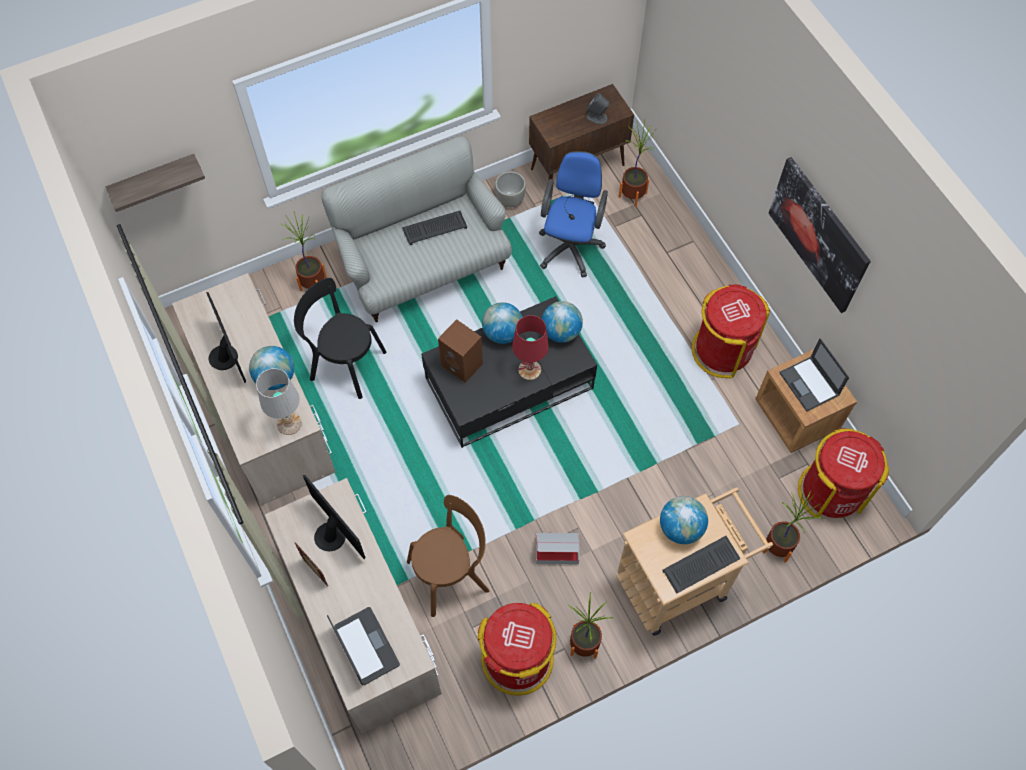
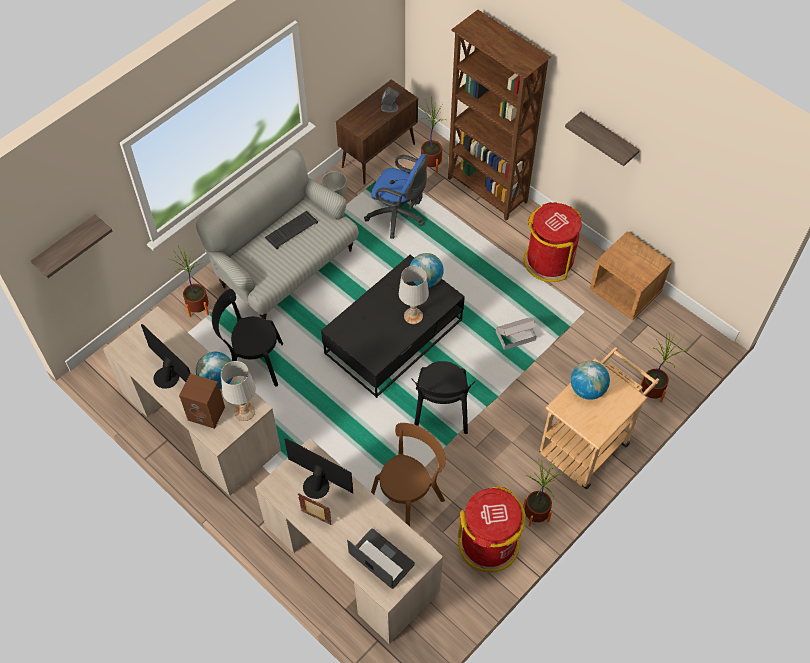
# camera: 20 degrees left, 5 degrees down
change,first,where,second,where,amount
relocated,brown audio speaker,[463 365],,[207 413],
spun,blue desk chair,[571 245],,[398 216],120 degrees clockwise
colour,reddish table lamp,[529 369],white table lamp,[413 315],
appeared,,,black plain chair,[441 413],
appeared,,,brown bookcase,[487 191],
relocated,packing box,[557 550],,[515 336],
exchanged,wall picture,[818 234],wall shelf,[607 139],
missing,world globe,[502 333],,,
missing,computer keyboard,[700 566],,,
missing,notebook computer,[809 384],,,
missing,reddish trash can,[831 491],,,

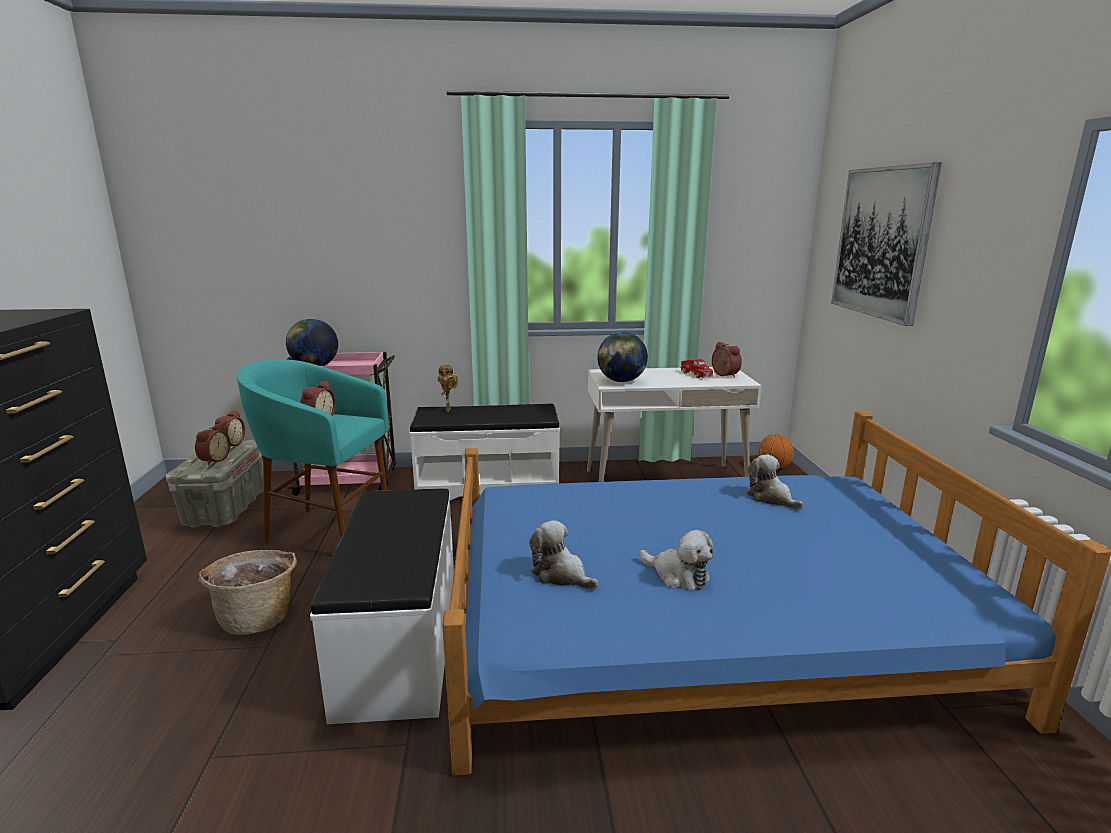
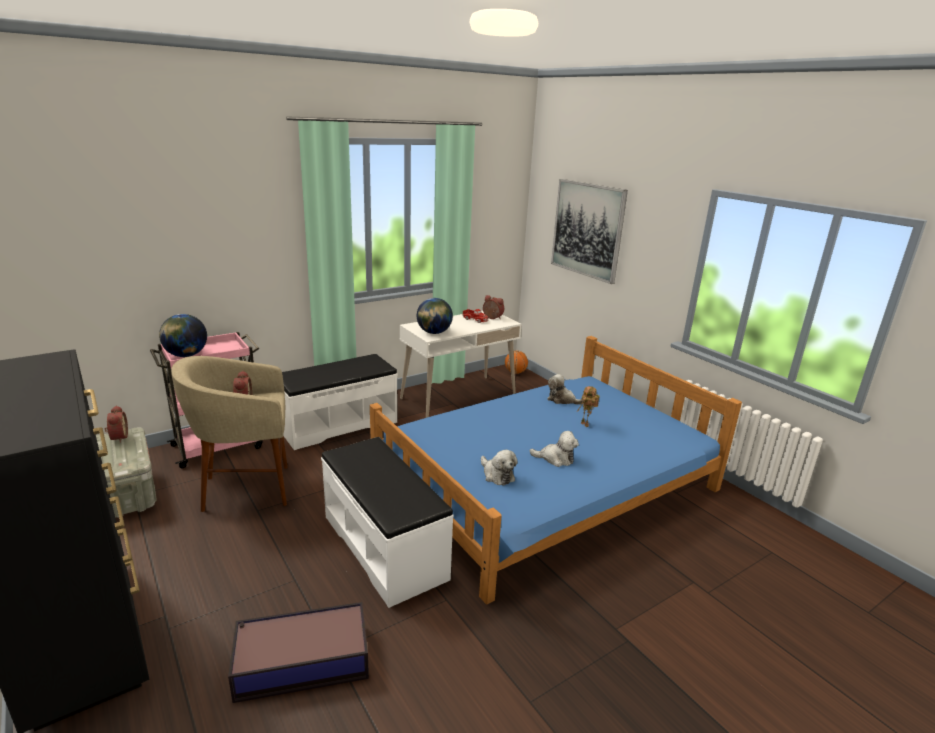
# camera: 30 degrees left, 5 degrees up
change,first,where,second,where,amount
colour,blue-green stool seat,[327 531],sand-coloured stool seat,[246 489],
appeared,,,storage bin,[300 661],
spun,plush toy,[561 575],,[497 475],135 degrees counterclockwise
relocated,toy robot,[449 410],,[586 425],
missing,bedside clock,[213 460],,,
missing,household basket,[258 617],,,

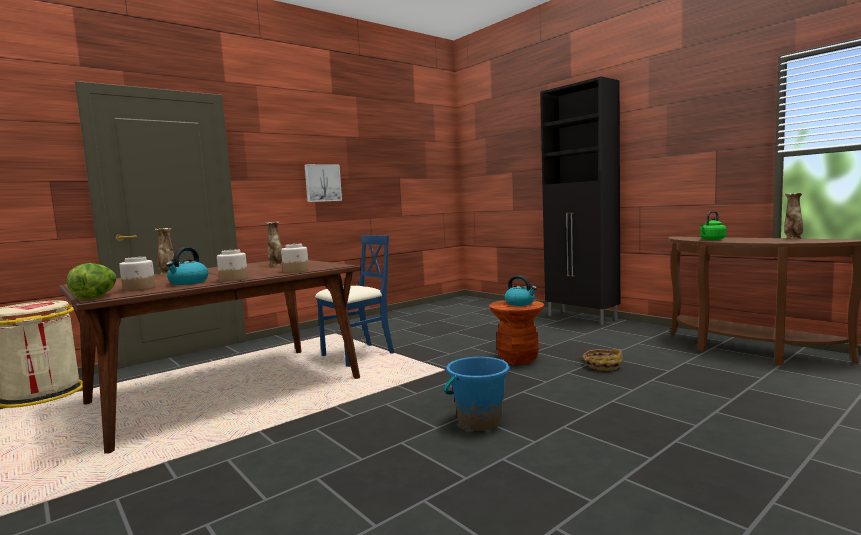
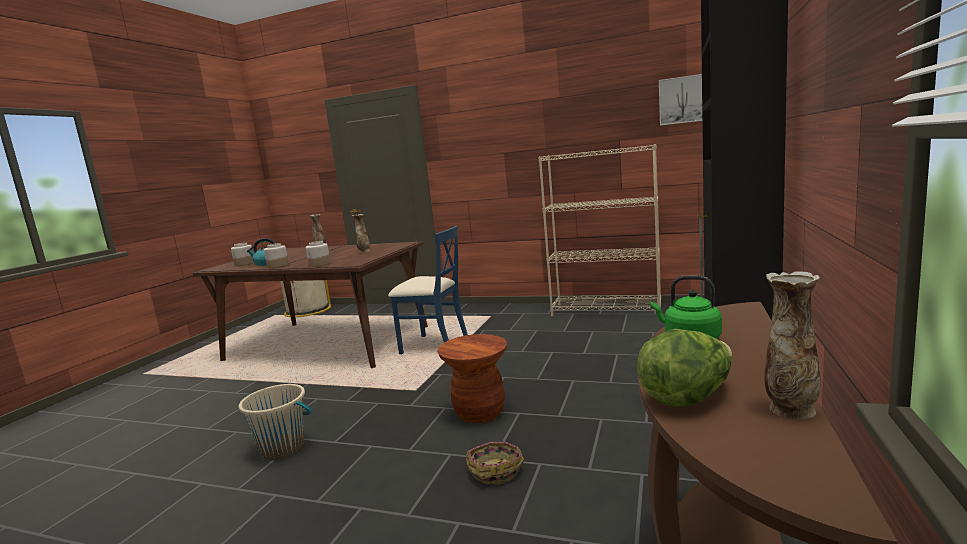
# camera: 60 degrees right, 5 degrees up
change,first,where,second,where,amount
colour,blue water bucket,[479 421],sand-coloured water bucket,[283 448],
appeared,,,sand-coloured bookcase,[606 310],
relocated,lettuce,[96 297],,[687 397],
relocated,wall picture,[322 183],,[682 100],
missing,kettle,[520 303],,,

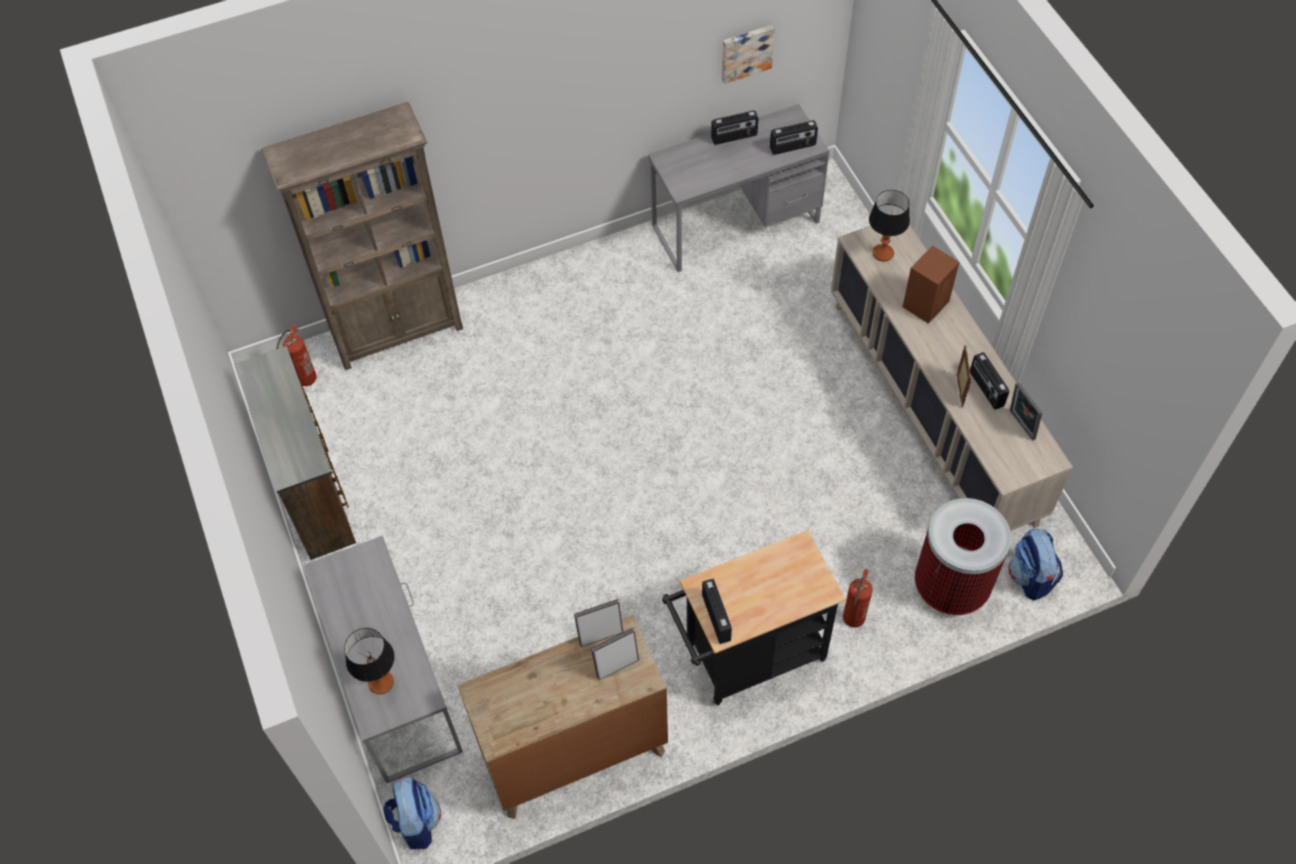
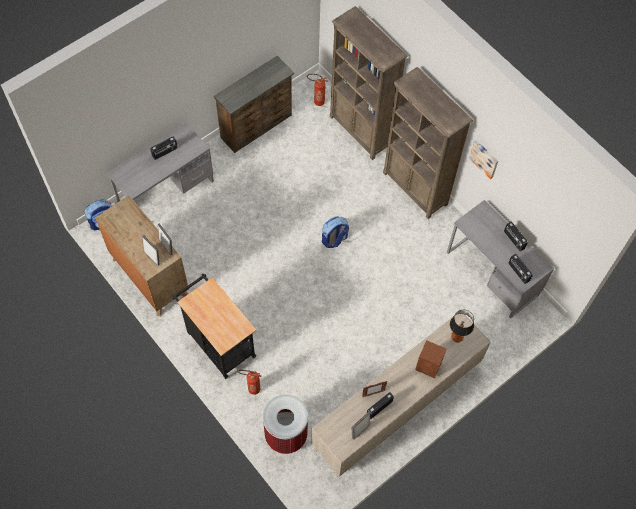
# camera: 70 degrees right, 5 degrees up
change,first,where,second,where,amount
relocated,radio,[717 618],,[165 152],
relocated,backpack,[1030 577],,[334 239],
appeared,,,brown bookcase,[415 189],
relocated,wall picture,[746 52],,[484 158],
missing,table lamp,[381 682],,,

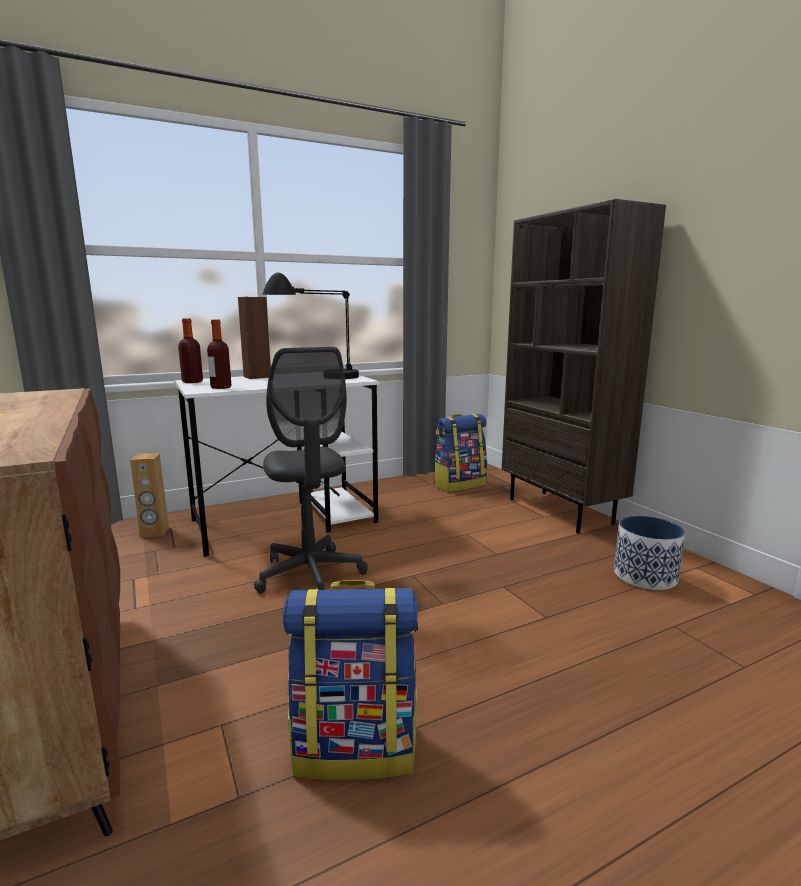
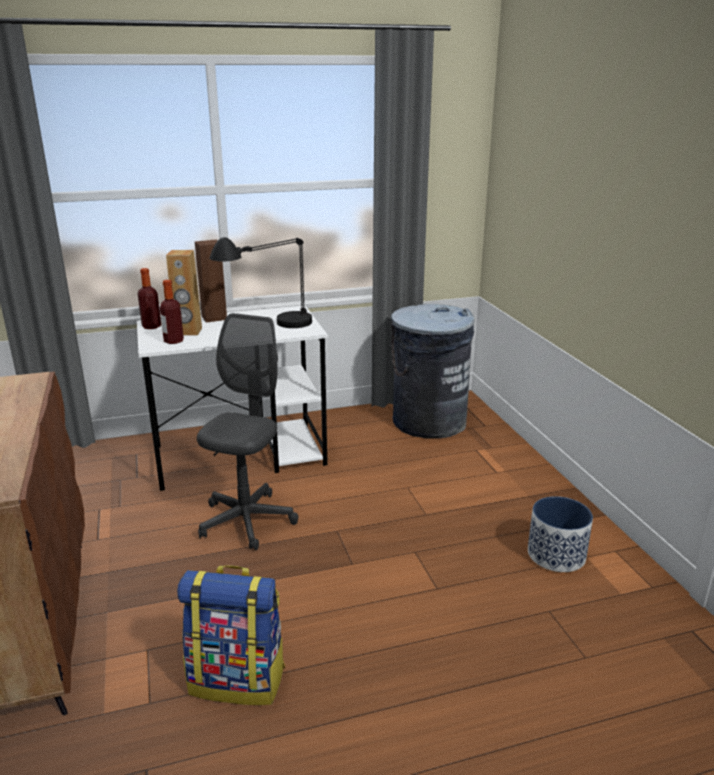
# camera: 10 degrees right, 10 degrees up
change,first,where,second,where,amount
relocated,brown audio speaker,[154 532],,[188 332],
spun,greyish desk chair,[310 575],,[247 521],150 degrees counterclockwise
exchanged,backpack,[459 484],greyish trash can,[428 421],
missing,brown bookcase,[561 511],,,

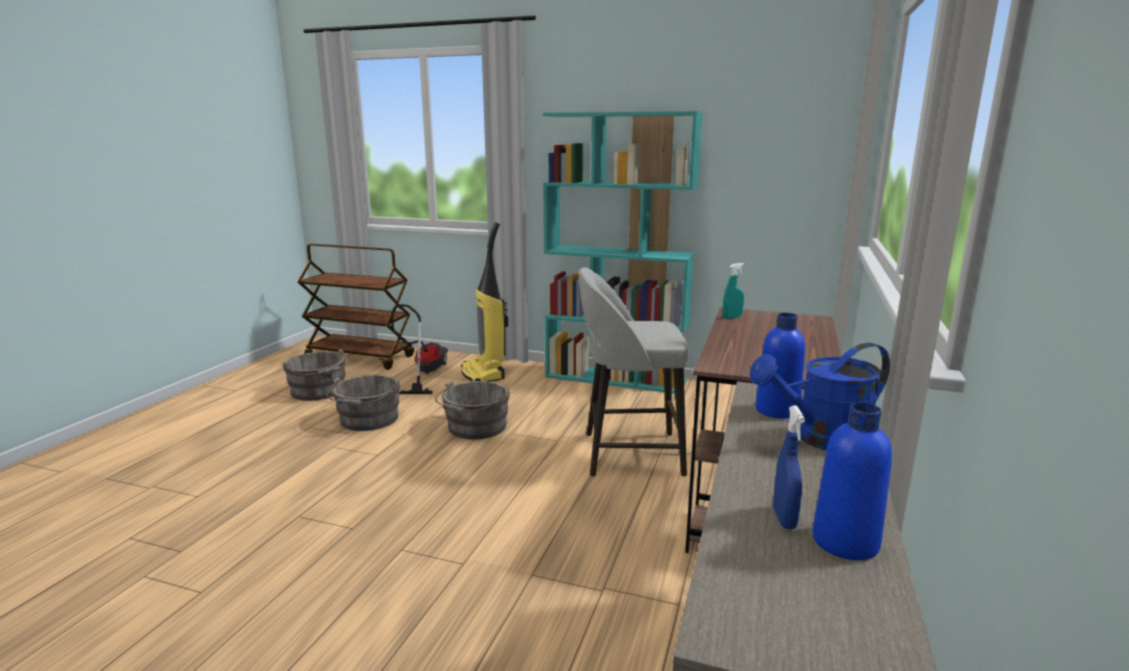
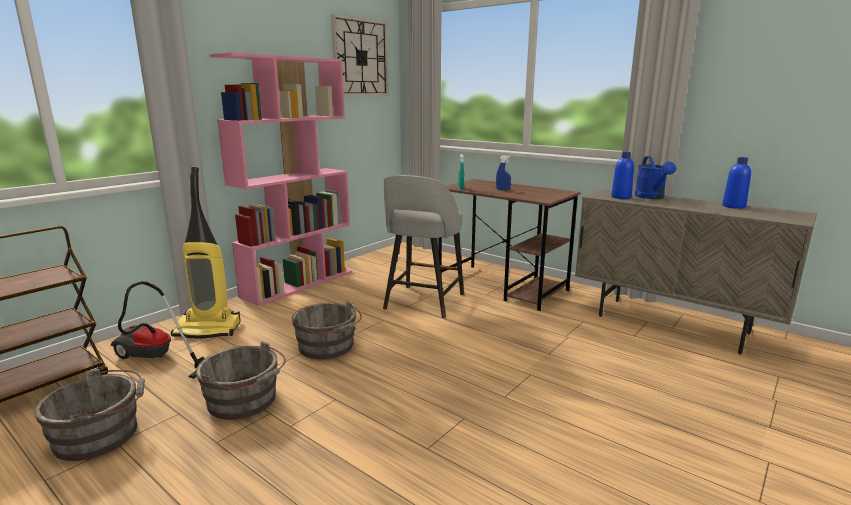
# camera: 70 degrees left, 0 degrees up
change,first,where,second,where,amount
colour,blue-green bookcase,[616 378],pink bookcase,[298 284],
appeared,,,clock on the wall,[360 58],
relocated,blue spray bottle,[784 518],,[502 190],

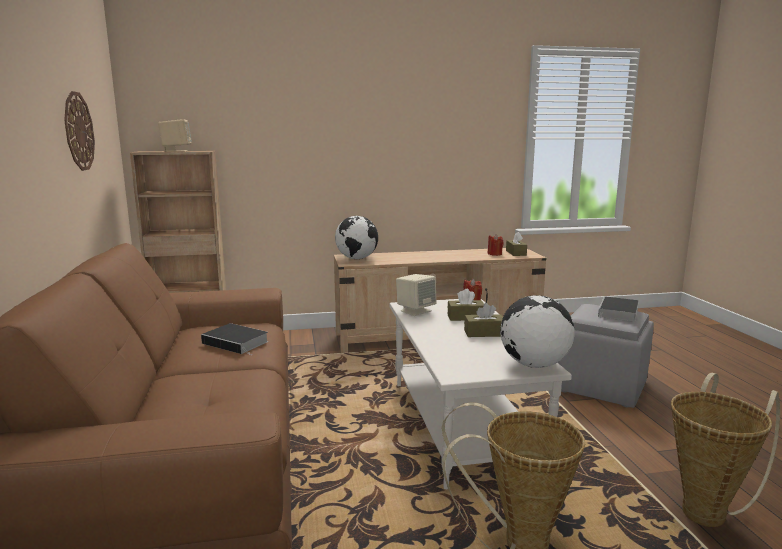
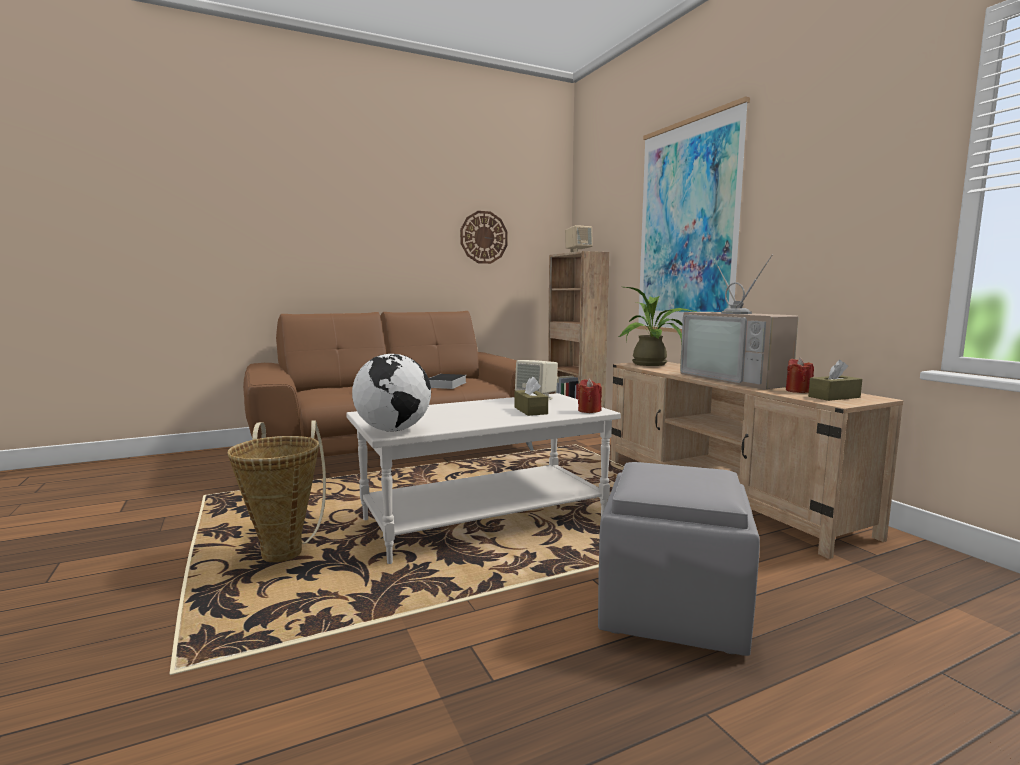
# camera: 75 degrees right, 5 degrees down
change,first,where,second,where,amount
exchanged,world globe,[357 258],potted plant,[654 364],
appeared,,,wall picture,[687 228],
appeared,,,TV,[738 379],
missing,brown tissue box,[484 333],,,
missing,bound book,[618 313],,,
missing,household basket,[707 511],,,

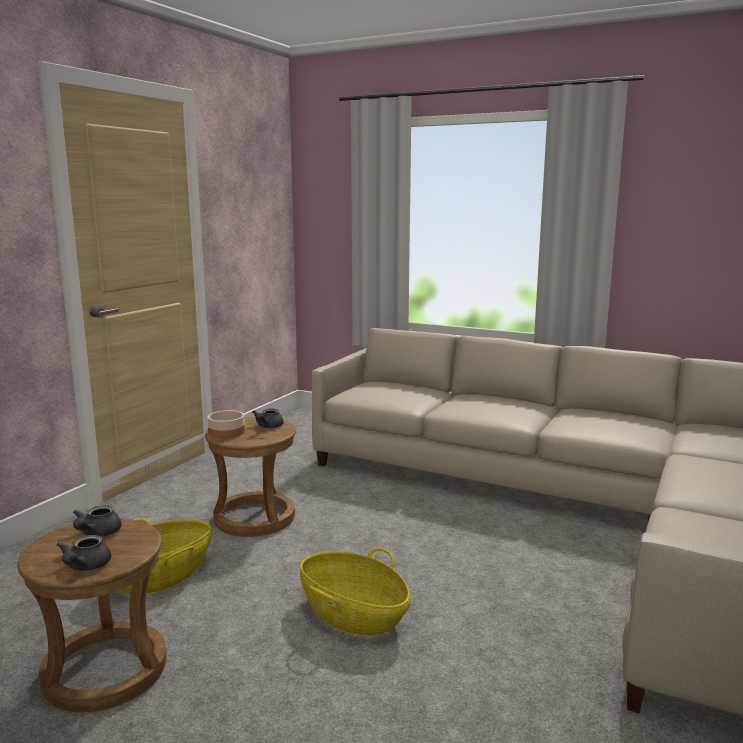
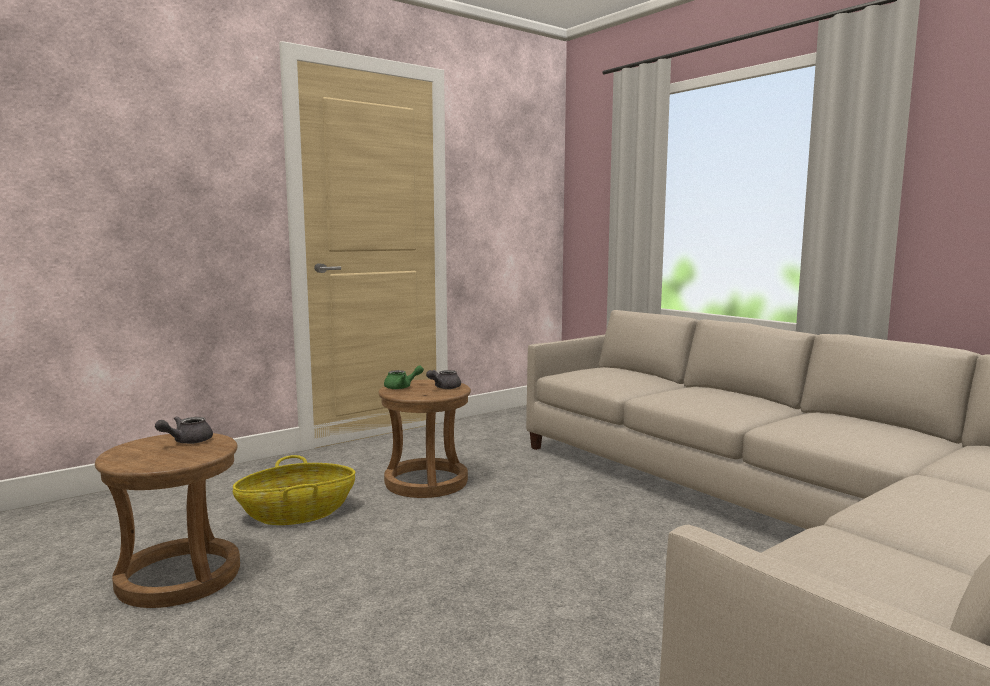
# camera: 25 degrees right, 5 degrees down
change,first,where,second,where,amount
exchanged,bowl,[226 432],green tea pot,[402 387],
missing,greyish tea pot,[85 567],,,
missing,household basket,[353 615],,,

